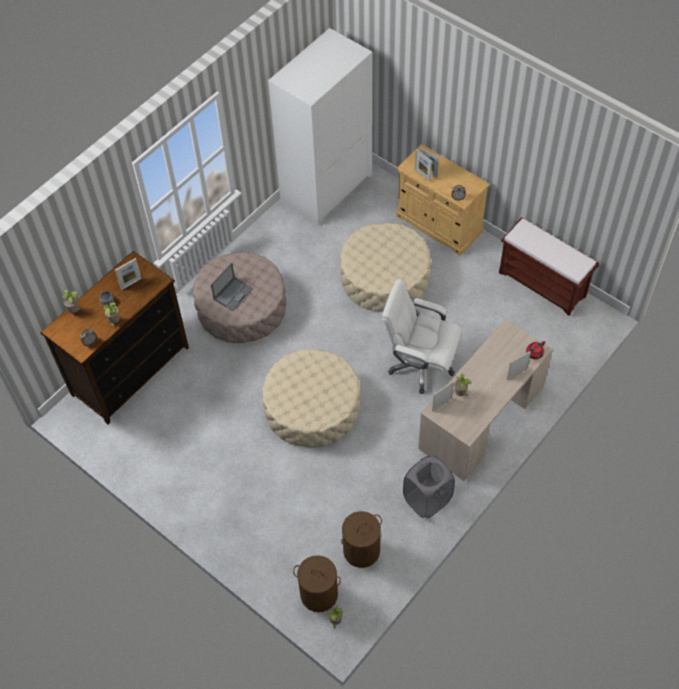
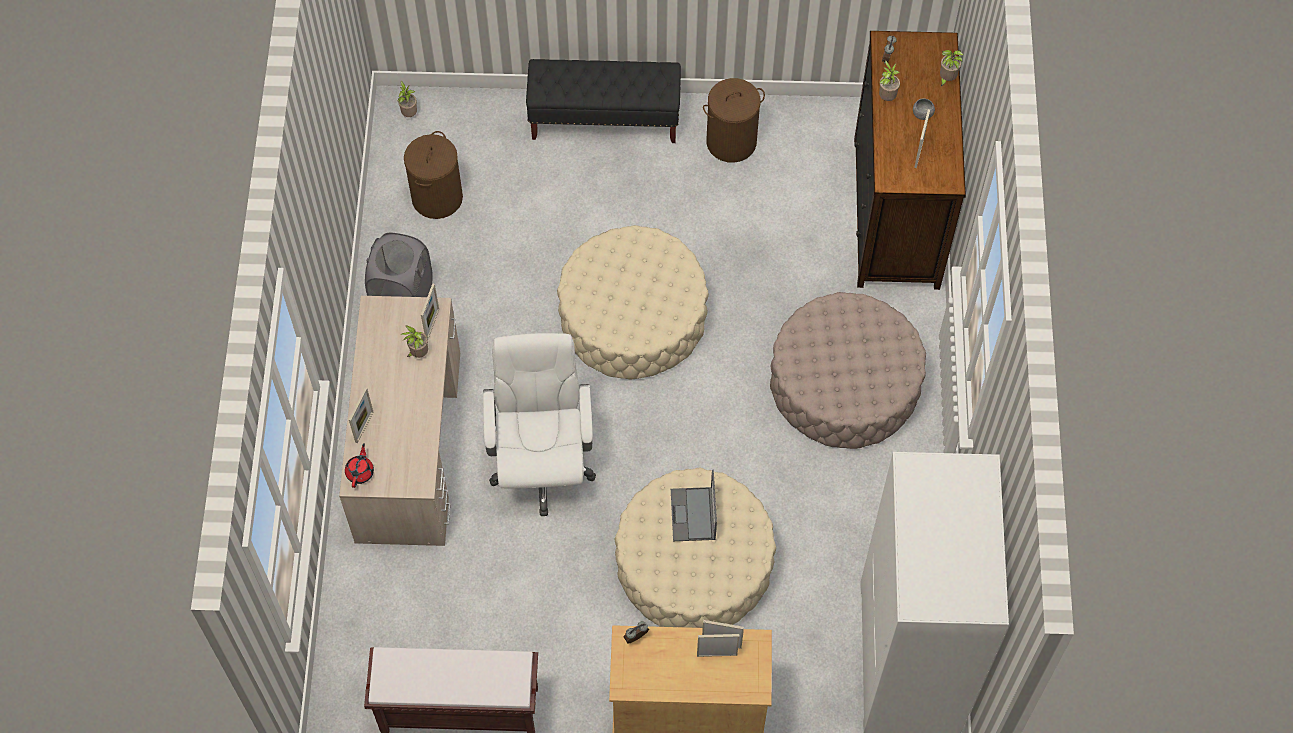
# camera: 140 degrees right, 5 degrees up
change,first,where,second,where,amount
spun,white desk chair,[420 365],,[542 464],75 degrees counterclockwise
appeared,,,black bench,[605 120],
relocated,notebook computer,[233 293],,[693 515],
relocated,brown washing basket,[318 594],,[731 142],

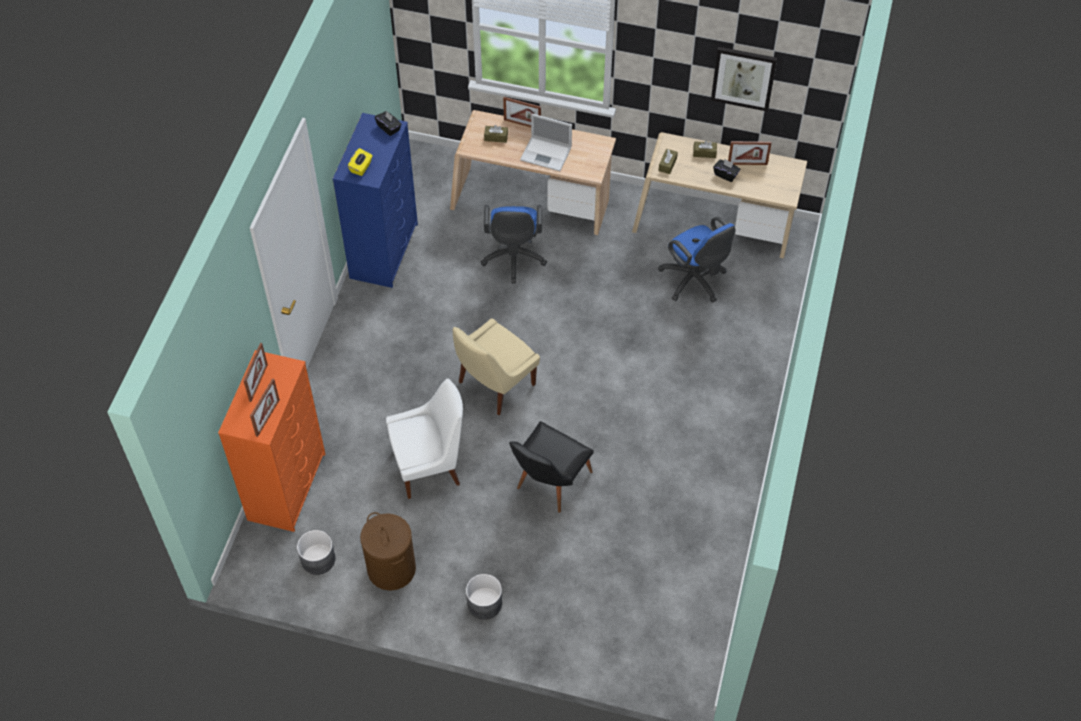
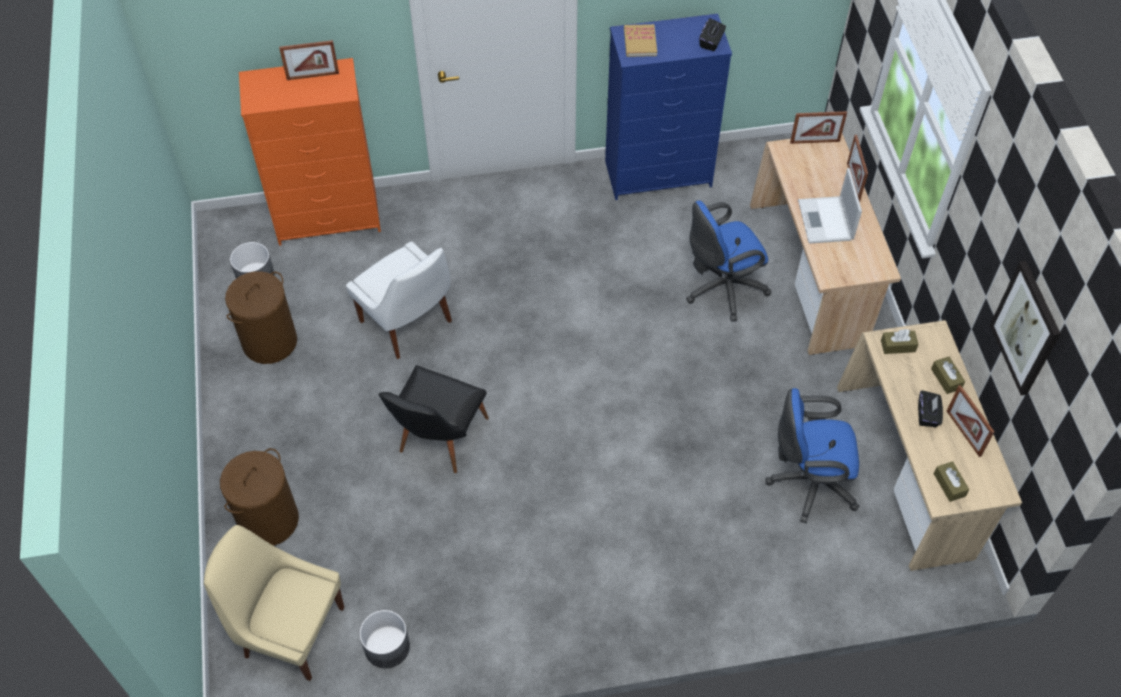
# camera: 65 degrees right, 0 degrees up
change,first,where,second,where,amount
relocated,sand-coloured plain chair,[494 385],,[290 631],
appeared,,,brown washing basket,[269 519],
relocated,greyish planter,[484 603],,[386 647],
spun,black plain chair,[548 484],,[437 441],75 degrees counterclockwise
exchanged,yellow tissue box,[361 167],bound book,[640 42],
spun,blue desk chair,[695 282],,[808 483],60 degrees clockwise
relocated,picture frame,[267 418],,[814 141],
relocated,brown tissue box,[496 137],,[949 485],

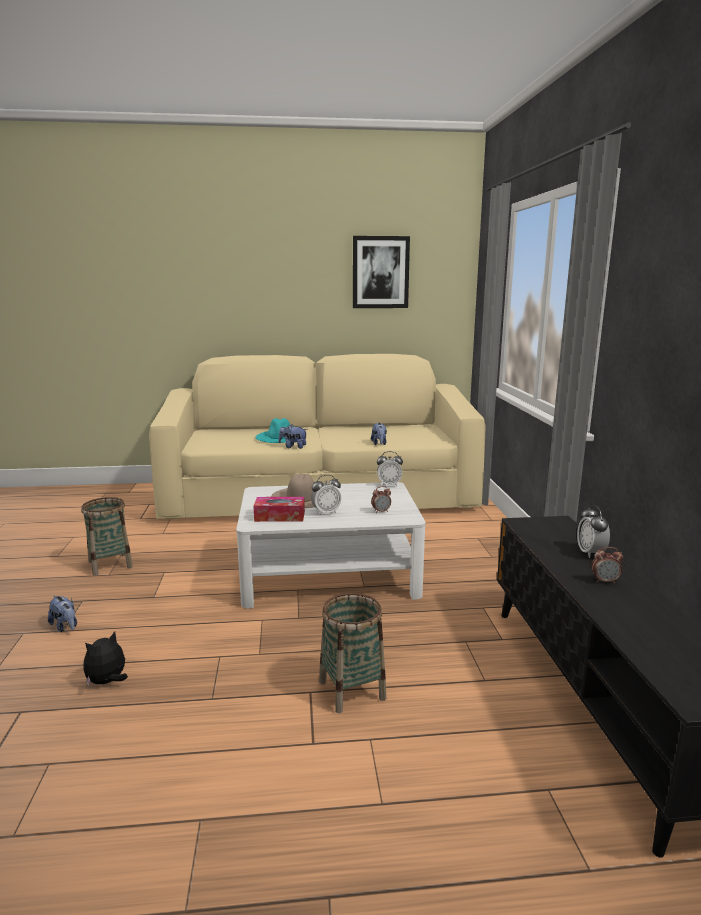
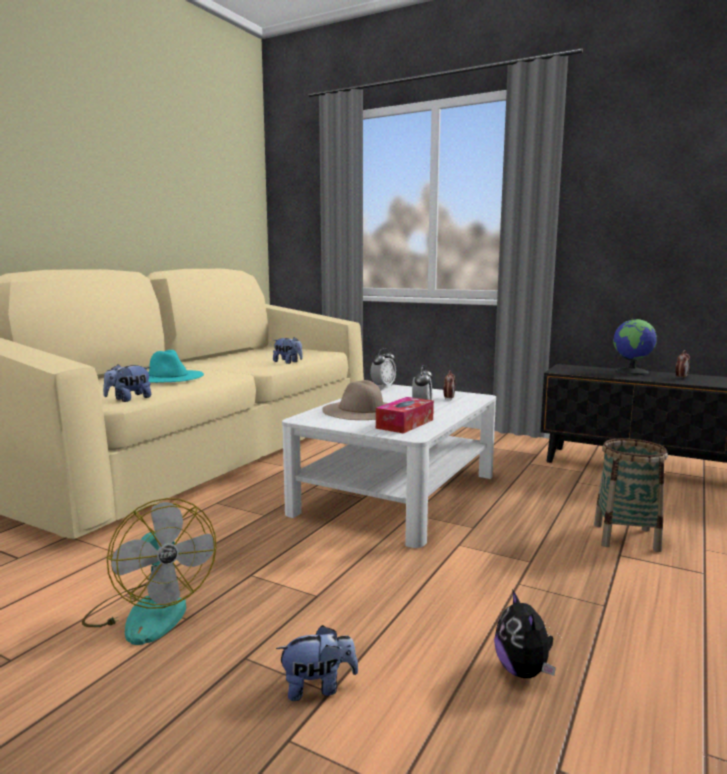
# camera: 55 degrees left, 5 degrees down
change,first,where,second,where,amount
exchanged,household basket,[110 564],cooling fan,[149 611],
relocated,plush toy,[293 447],,[129 399],
exchanged,bedside clock,[590 553],world globe,[632 372],
missing,wall picture,[380 272],,,

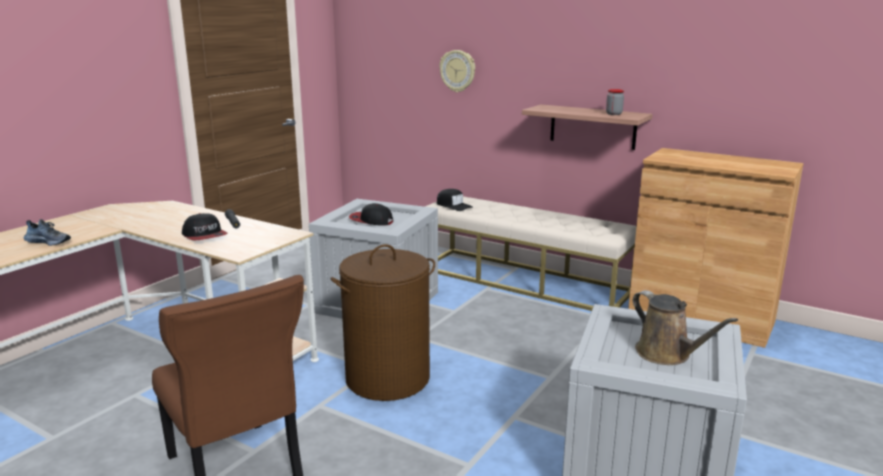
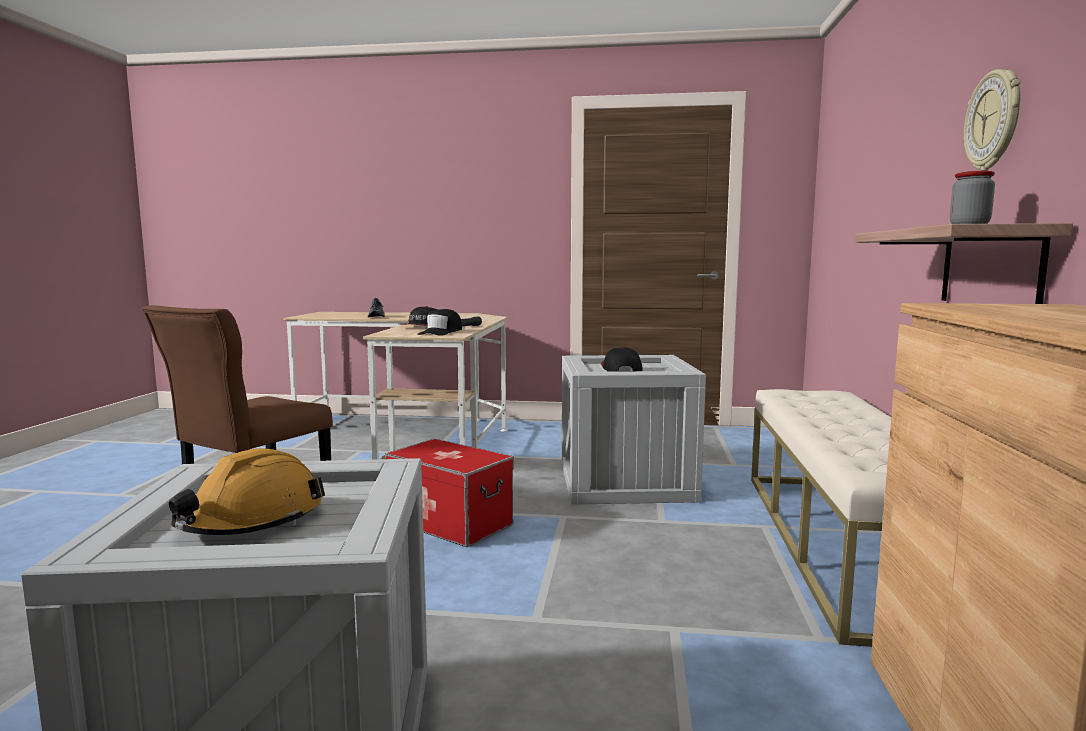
# camera: 65 degrees right, 10 degrees down
change,first,where,second,where,amount
exchanged,brown watering can,[667 354],orange-coloured work helmet,[252 521],
exchanged,brown washing basket,[387 378],storage bin,[451 522],
relocated,black baseball cap,[453 205],,[441 332],
relocated,clock on the wall,[458 71],,[994 121],

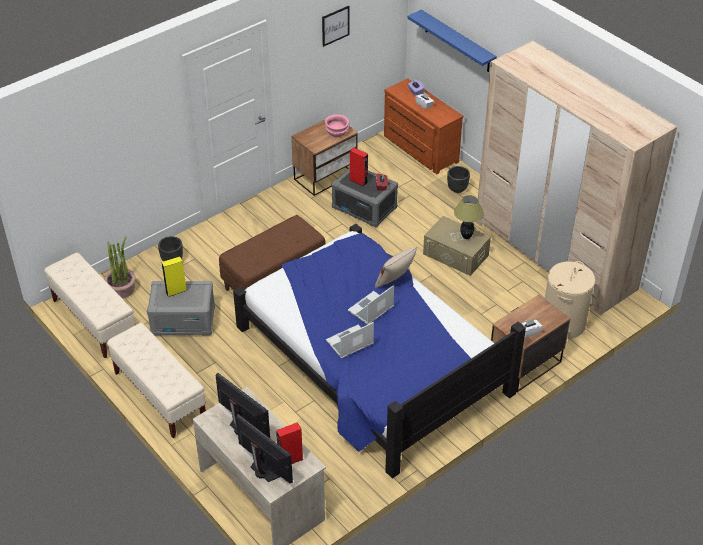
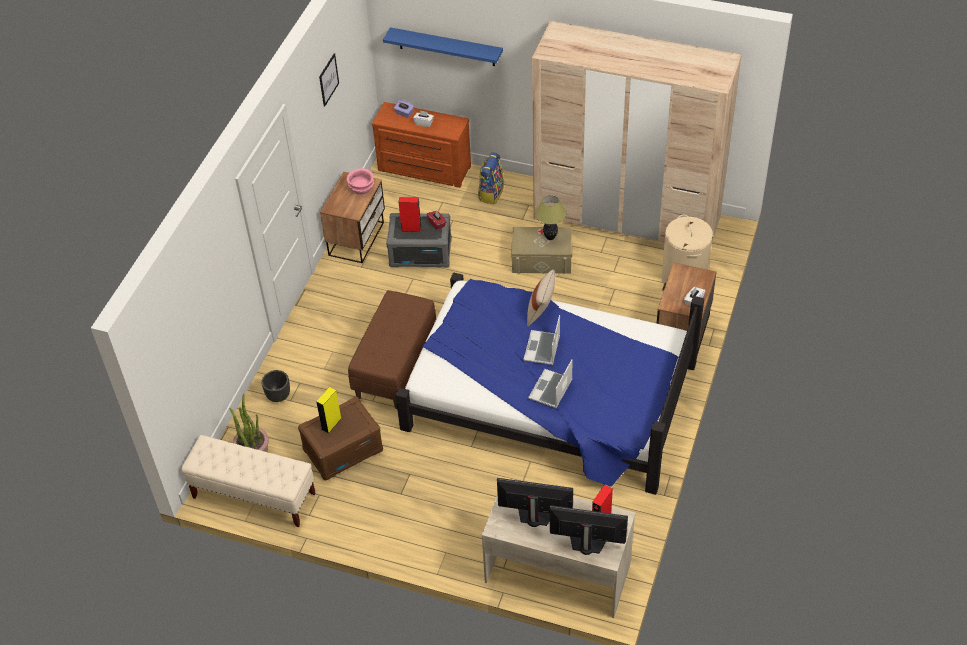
# camera: 30 degrees left, 5 degrees up
change,first,where,second,where,amount
colour,greyish storage bin,[183 320],brown storage bin,[343 449],
exchanged,black planter,[457 188],backpack,[491 193],
missing,sand-coloured bench,[159 395],,,

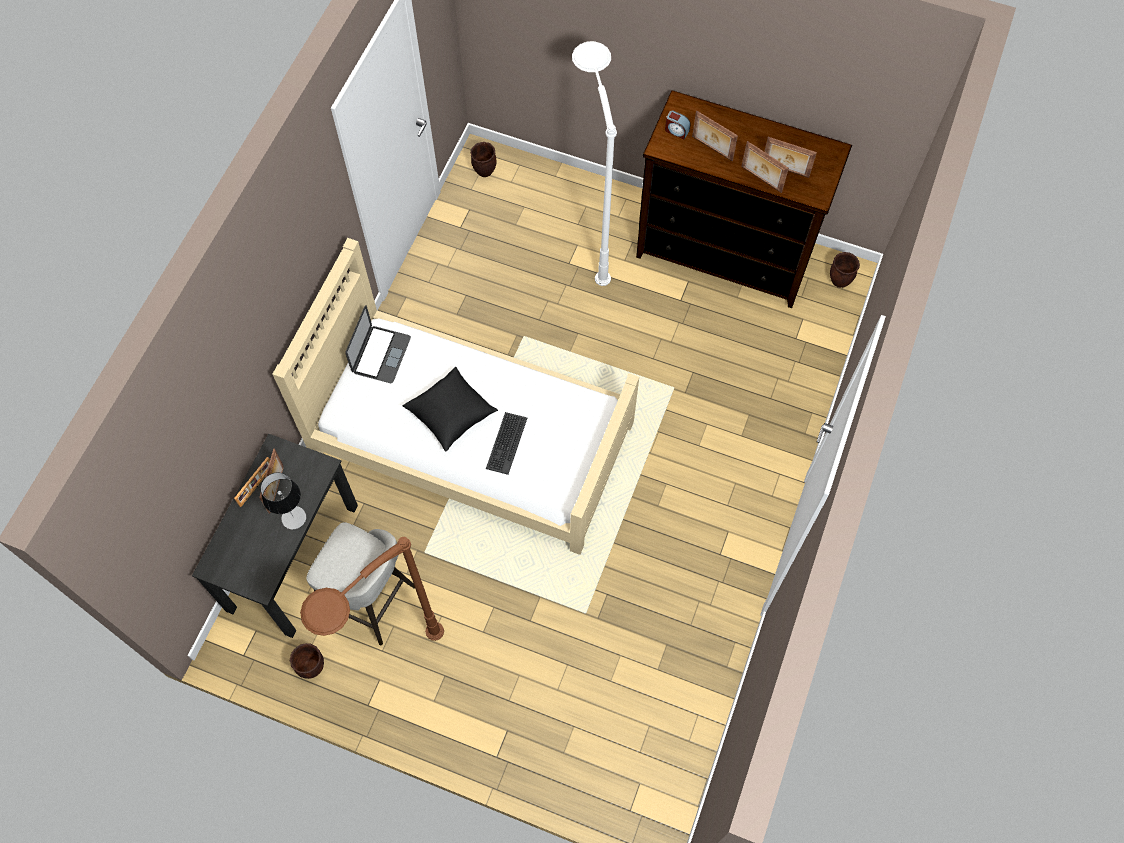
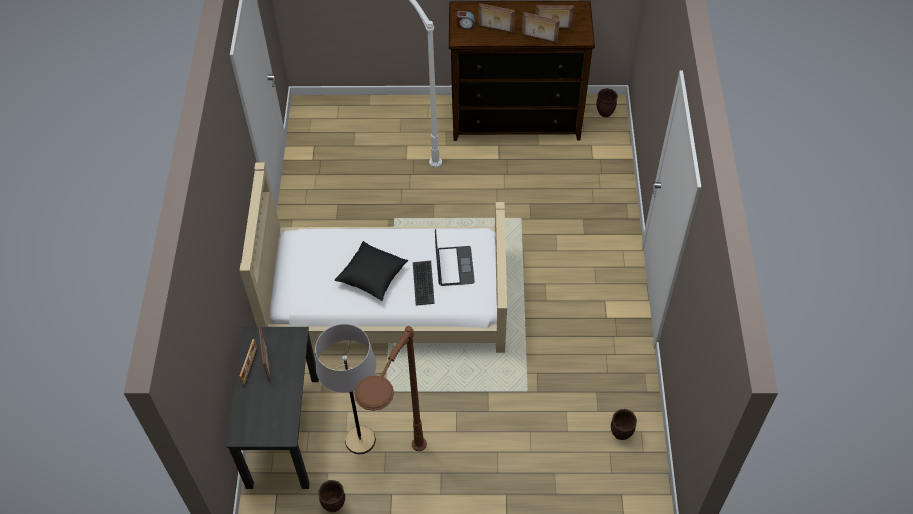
# camera: 20 degrees left, 10 degrees down
change,first,where,second,where,amount
exchanged,greyish stool seat,[371 601],greyish floor lamp,[360 440],
relocated,notebook computer,[381 354],,[454 266],
relocated,brown planter,[484 171],,[620 433],
missing,table lamp,[293 518],,,

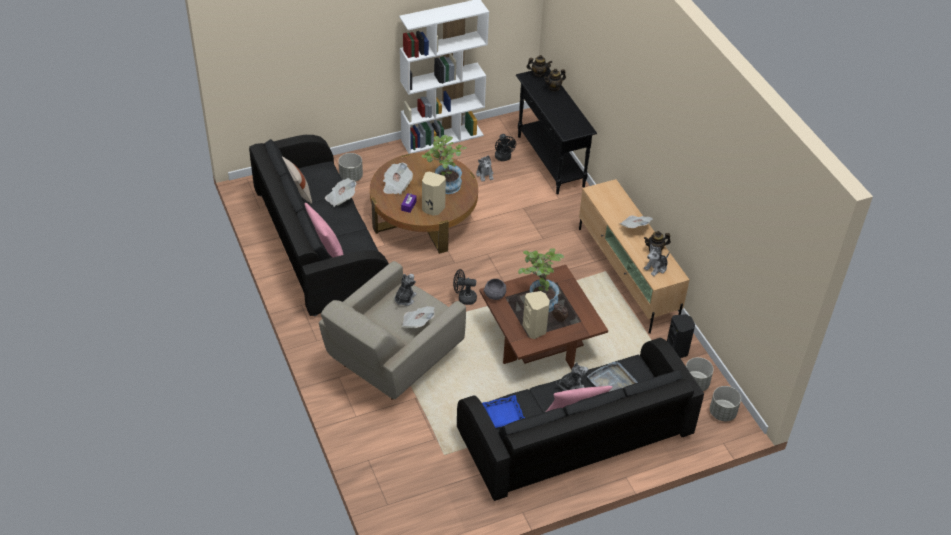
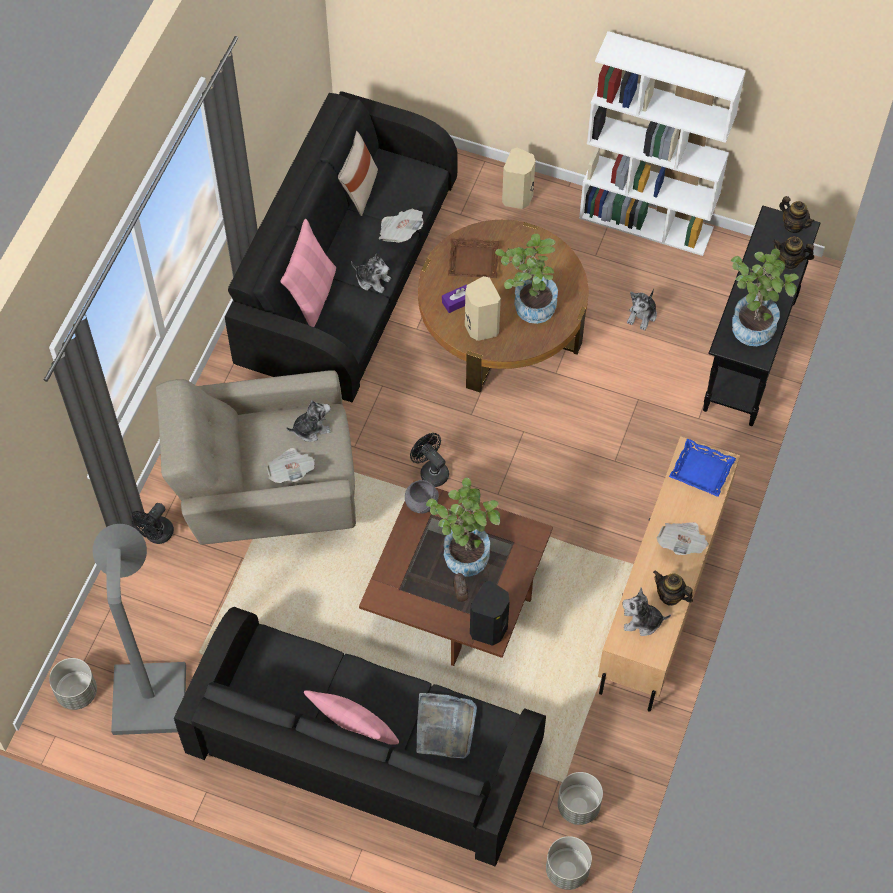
# camera: 45 degrees right, 15 degrees up
change,first,where,second,where,amount
relocated,greyish planter,[351 177],,[76 692],
appeared,,,greyish floor lamp,[150 686],
relocated,black cooling fan,[503 158],,[156 535],
relocated,plush toy,[571 385],,[372 280],
exchanged,newspaper,[396 185],brown tray,[473 262],
relocated,black audio speaker,[678 350],,[490 629],
relocated,sand-coloured audio speaker,[535 329],,[518 197],
relocated,blue tray,[503 415],,[701 471],
appeared,,,potted plant,[753 322],

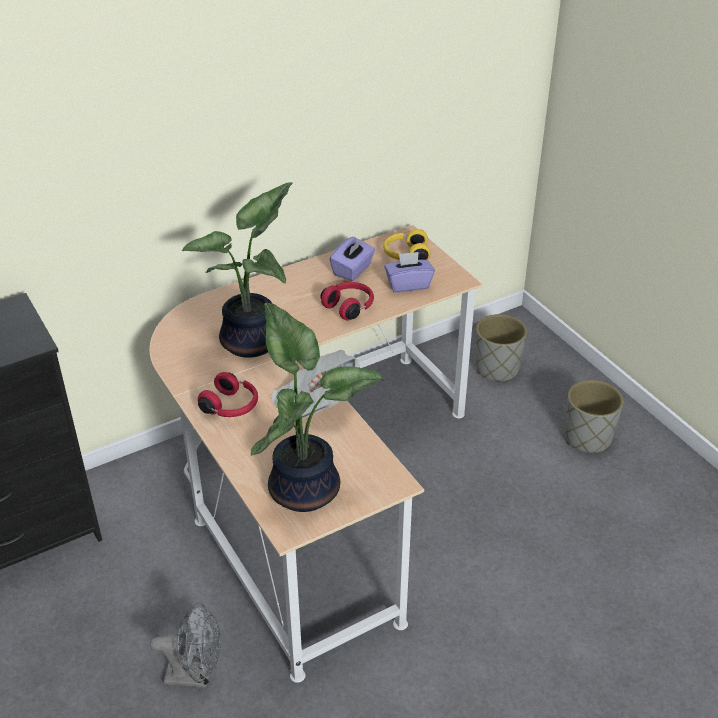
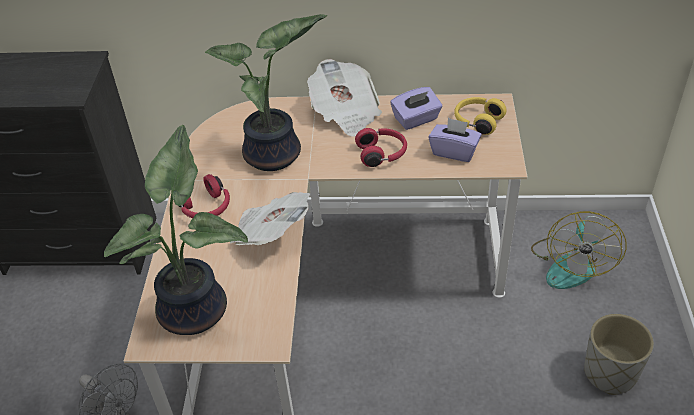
# camera: 35 degrees right, 5 degrees up
change,first,where,second,where,amount
appeared,,,newspaper,[345 113],
exchanged,greyish planter,[497 368],cooling fan,[571 264],

